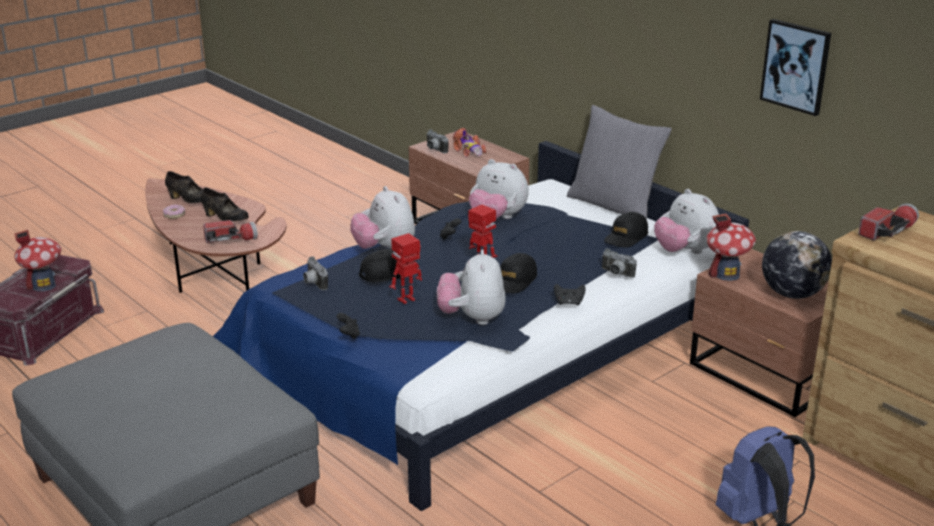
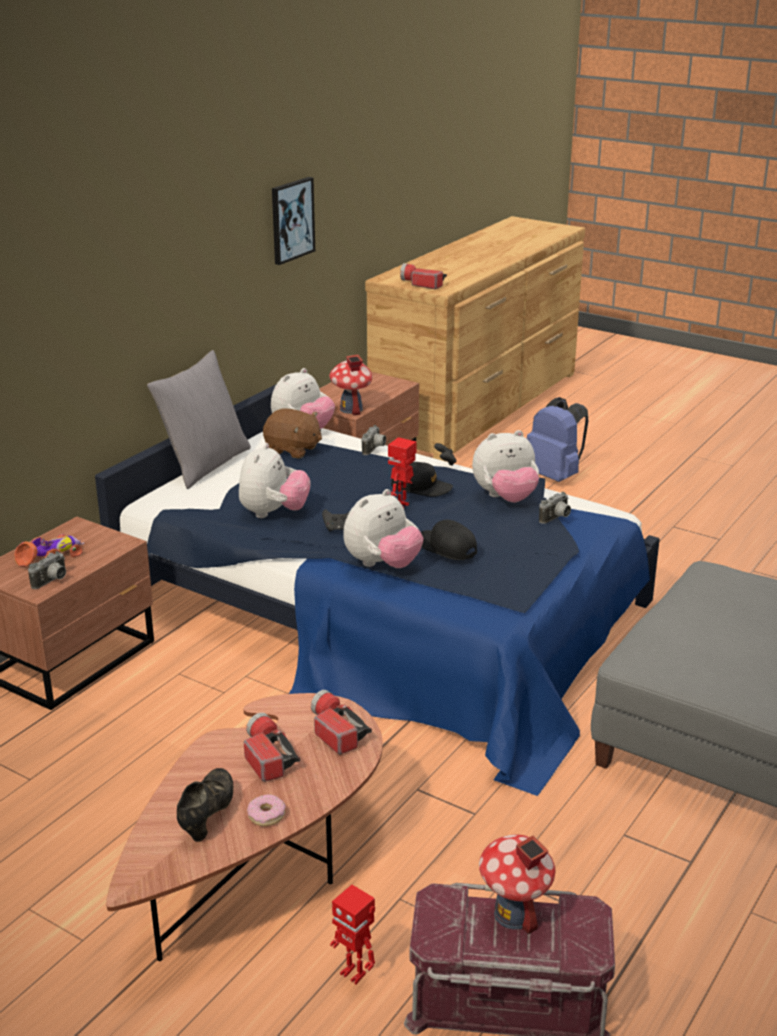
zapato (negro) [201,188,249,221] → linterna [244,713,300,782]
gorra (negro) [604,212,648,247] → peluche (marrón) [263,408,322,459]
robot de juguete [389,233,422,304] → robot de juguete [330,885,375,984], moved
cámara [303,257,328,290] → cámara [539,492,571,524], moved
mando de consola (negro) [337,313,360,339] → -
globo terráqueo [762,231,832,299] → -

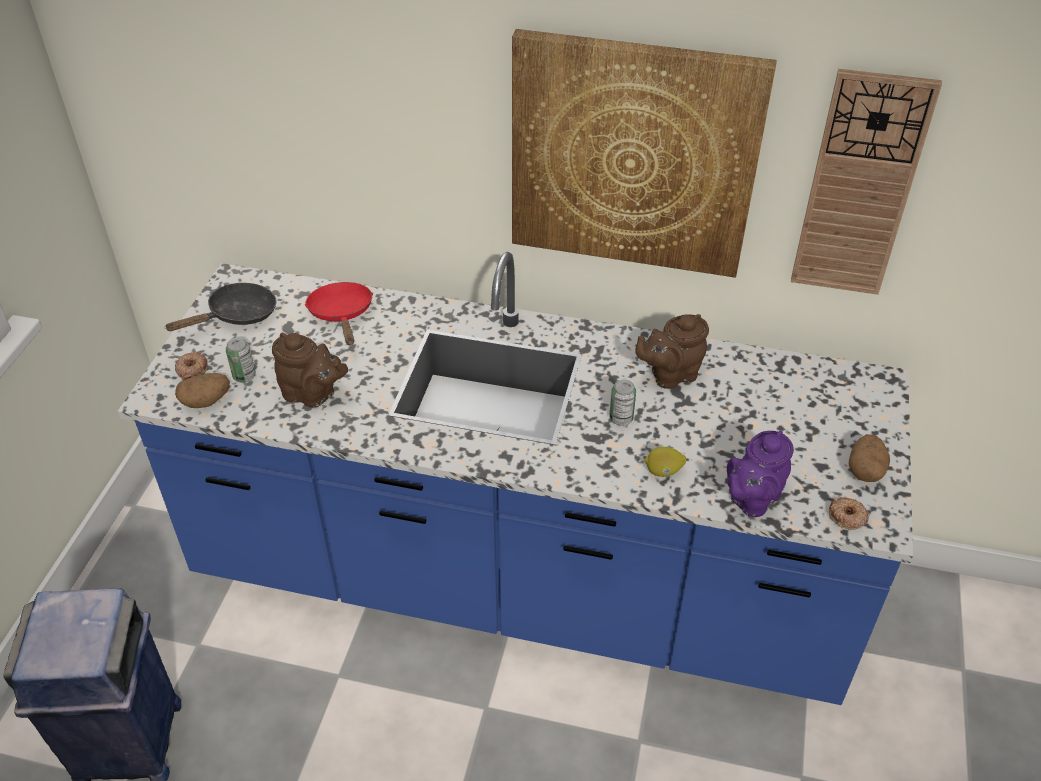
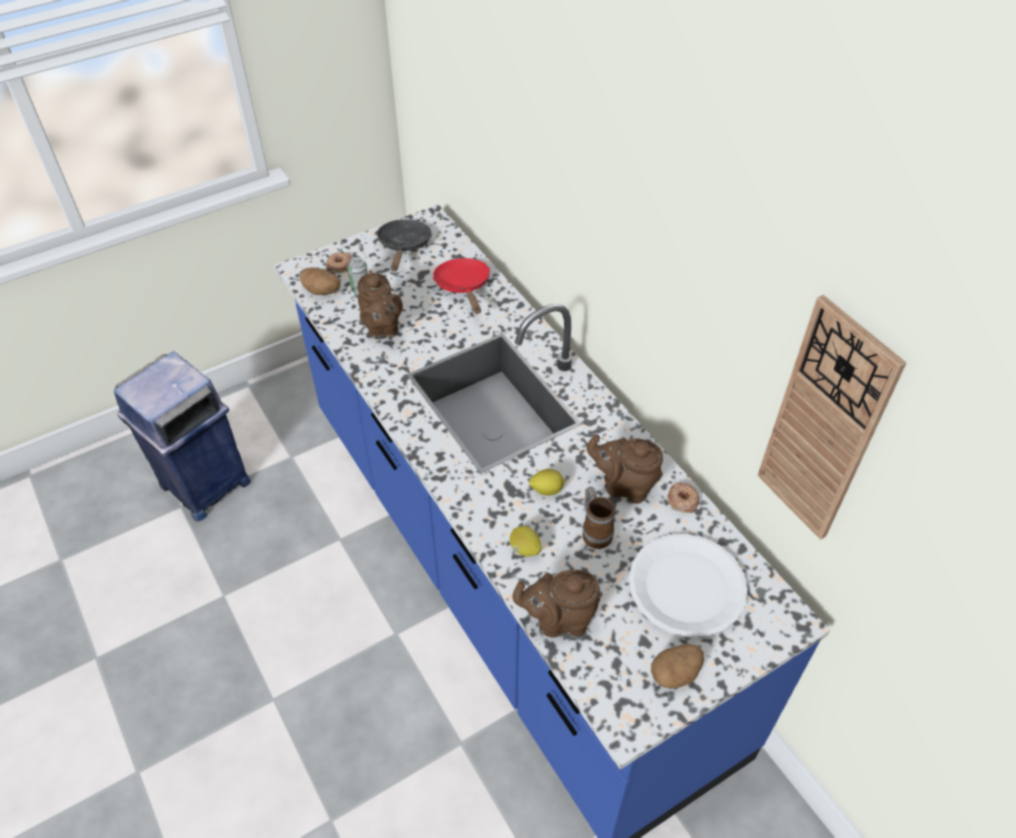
sartén (negro) [164,283,277,331] → sartén (negro) [376,219,432,271], 90 degrees counterclockwise
sartén (rojo) [305,282,373,345] → sartén (rojo) [433,258,490,314], 45 degrees counterclockwise
tetera (morado) [727,430,794,517] → tetera (marrón) [512,570,600,638]
lata [609,379,636,426] → limón [529,469,566,495]
- → taza grande [583,486,615,549]
- → plato (blanco) [629,534,748,637]
rosquilla [829,497,869,530] → rosquilla [667,482,700,513], moved
cuadro [512,29,777,278] → -

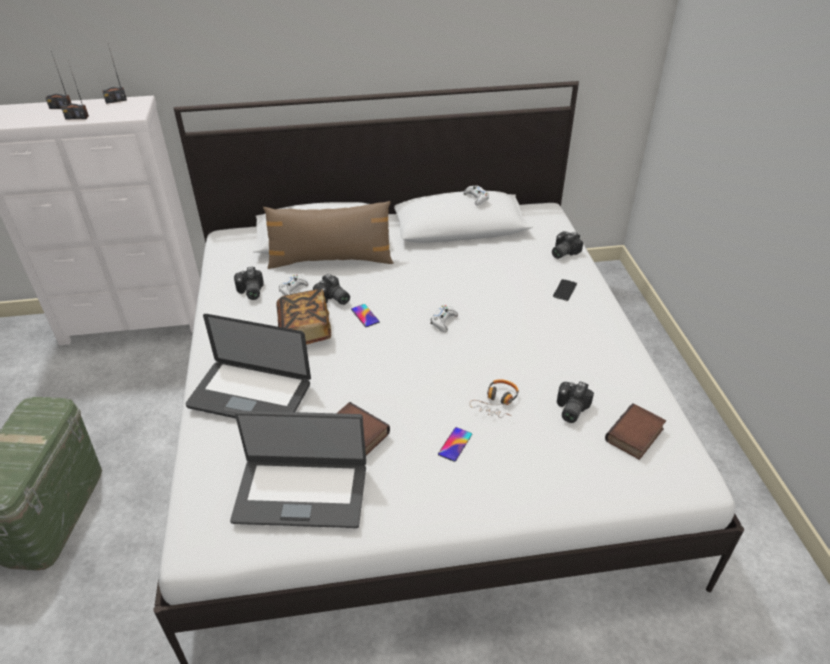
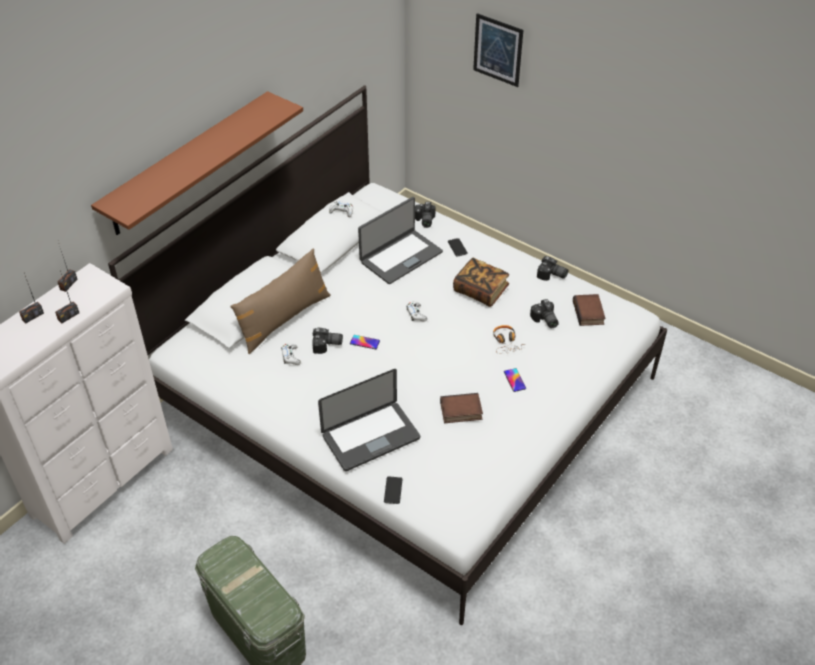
- → estante (marrón) [91,91,303,235]
portátil [230,411,366,528] → portátil [358,197,443,284], moved
- → móvil [384,477,402,504]
libro [276,289,331,345] → libro [453,258,509,307], moved
- → cuadro [473,13,523,87]
cámara [234,267,264,300] → cámara [537,256,568,281], moved

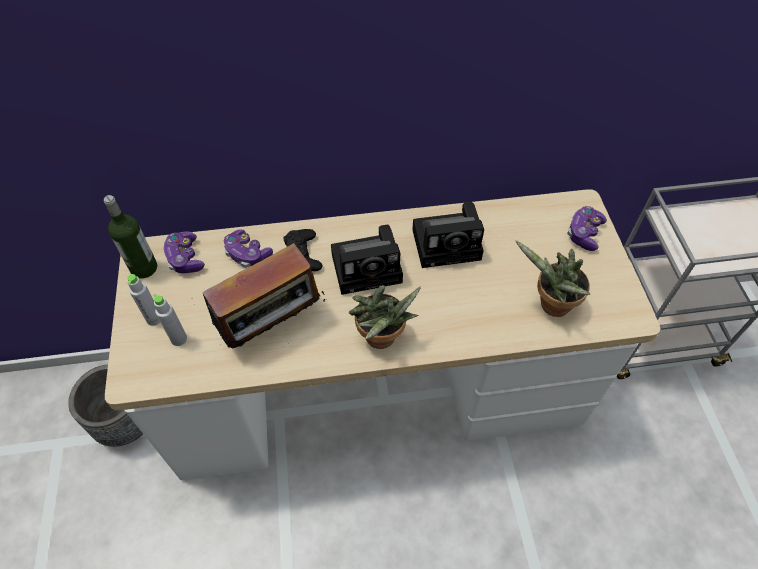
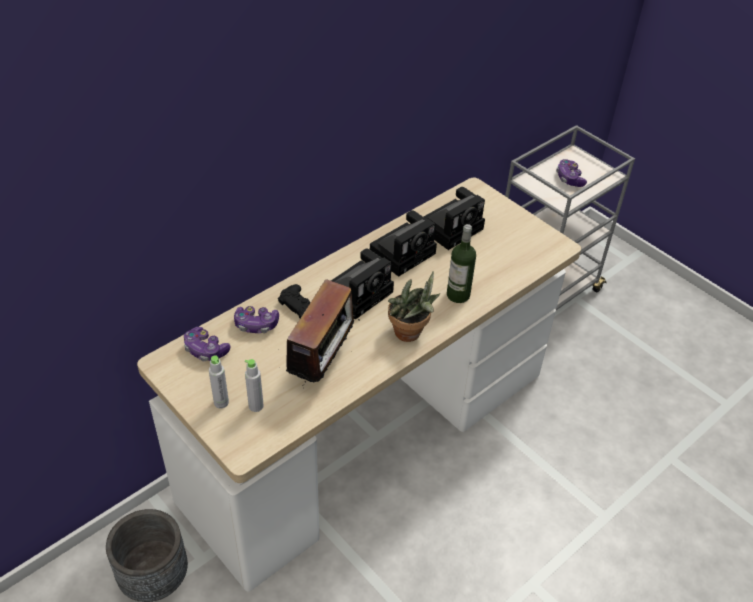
- → cámara [424,187,485,250]
botella [104,195,157,279] → botella [447,224,476,303], moved
mando de consola [567,206,607,251] → mando de consola [556,159,587,187], moved
planta en maceta [515,240,590,317] → -

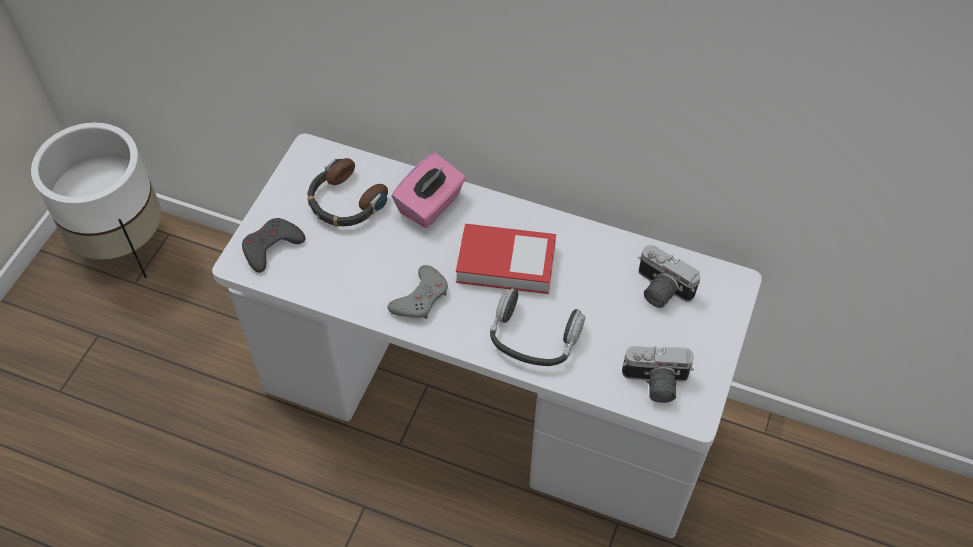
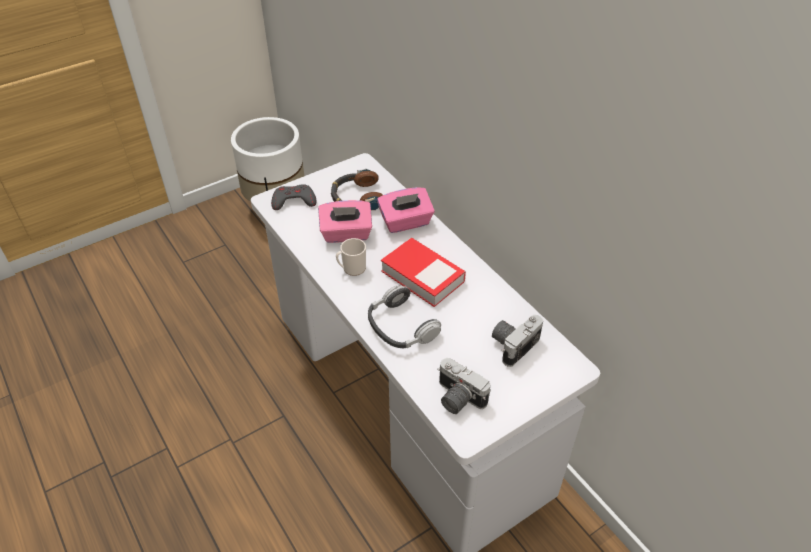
- → caja de pañuelos (rosa) [318,200,372,243]
mando de consola (gris) [388,265,448,319] → taza grande [336,238,366,276]
cámara [638,245,700,308] → cámara [492,315,543,367], 60 degrees clockwise

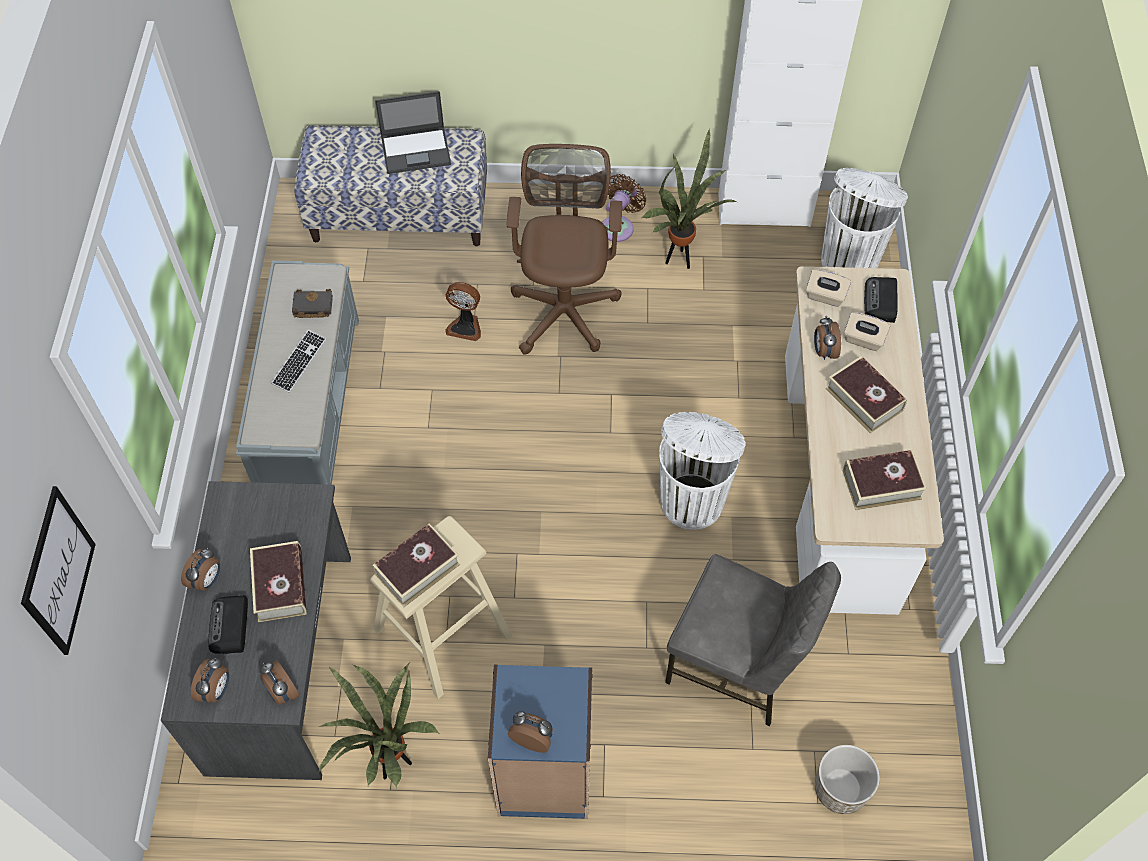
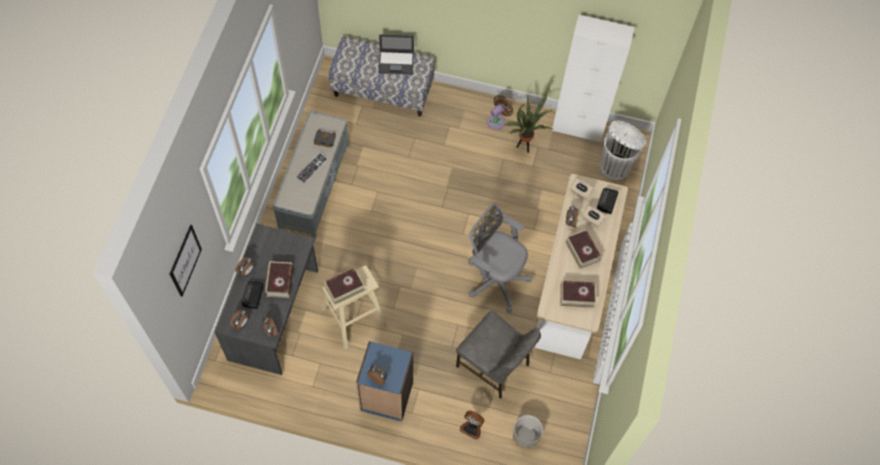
ventilador [445,282,481,341] → ventilador [460,411,484,440], moved
papelera (blanco) [659,412,745,530] → silla de oficina (gris) [468,203,532,313]
planta en maceta [319,663,439,789] → -
silla de oficina (marrón) [506,144,622,355] → -

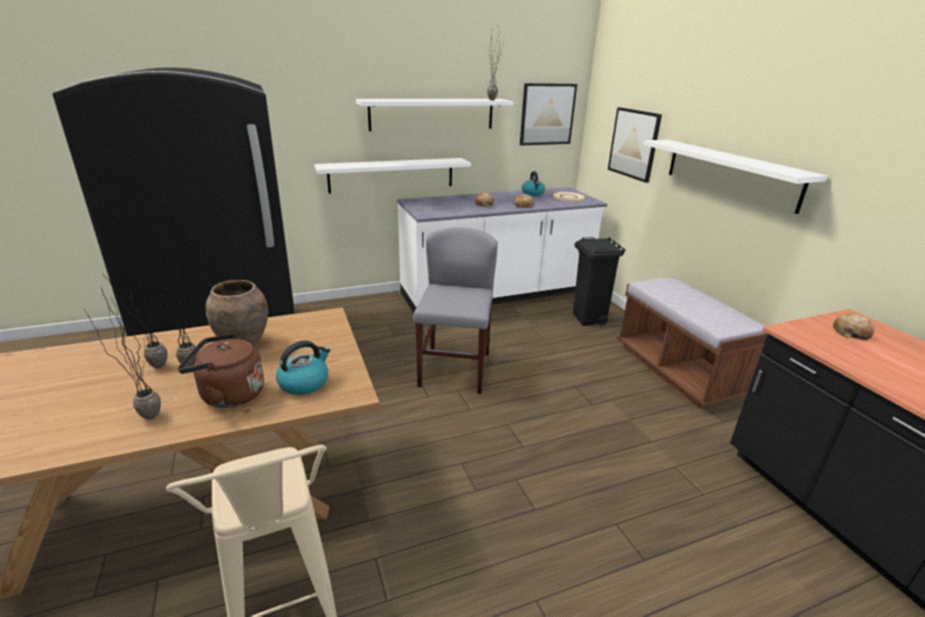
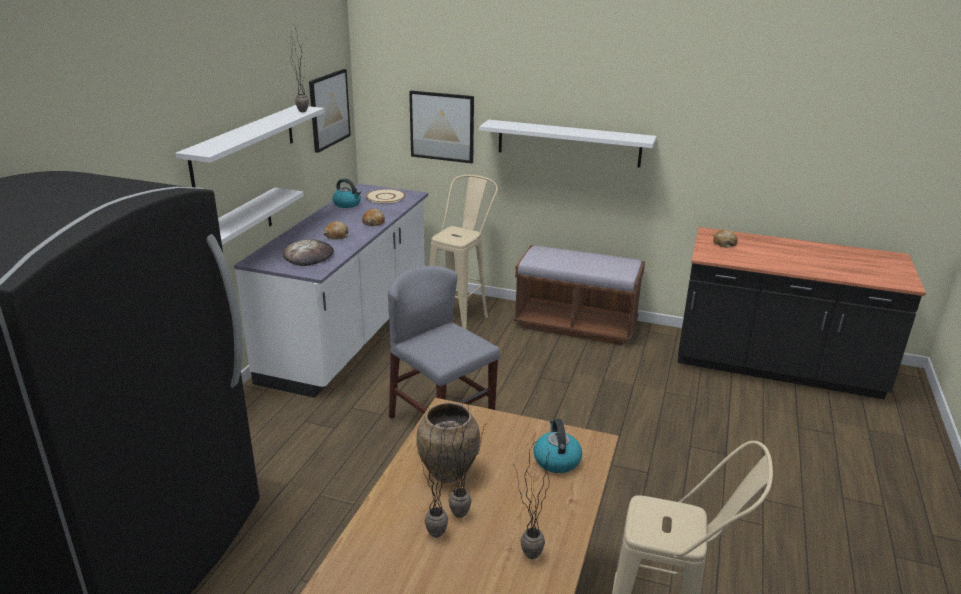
- → pan [282,239,334,266]
papelera (negro) [573,237,625,326] → taburete (beis) [429,175,498,330]
hervidor (marrón) [178,333,264,408] → -

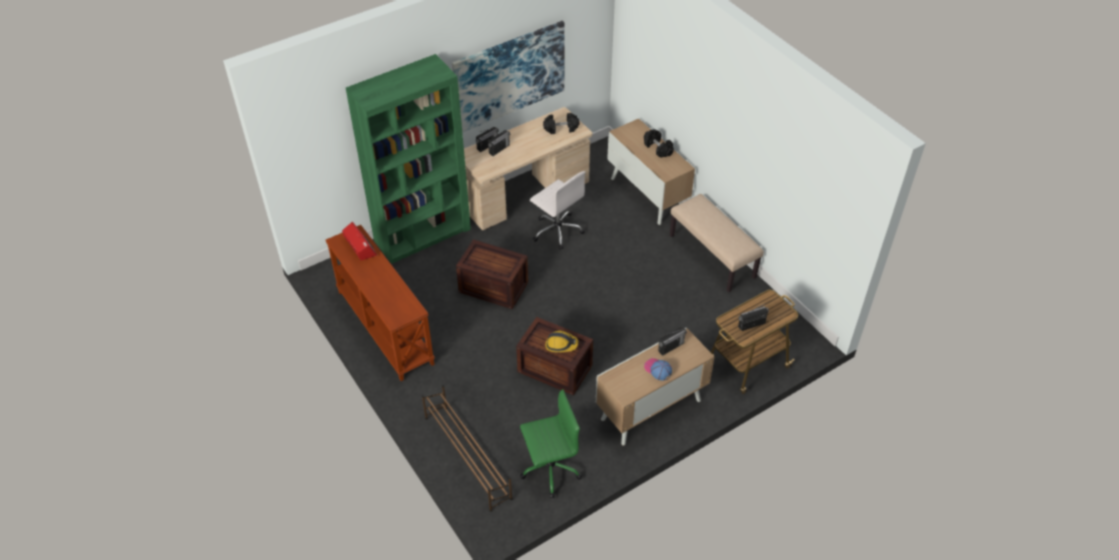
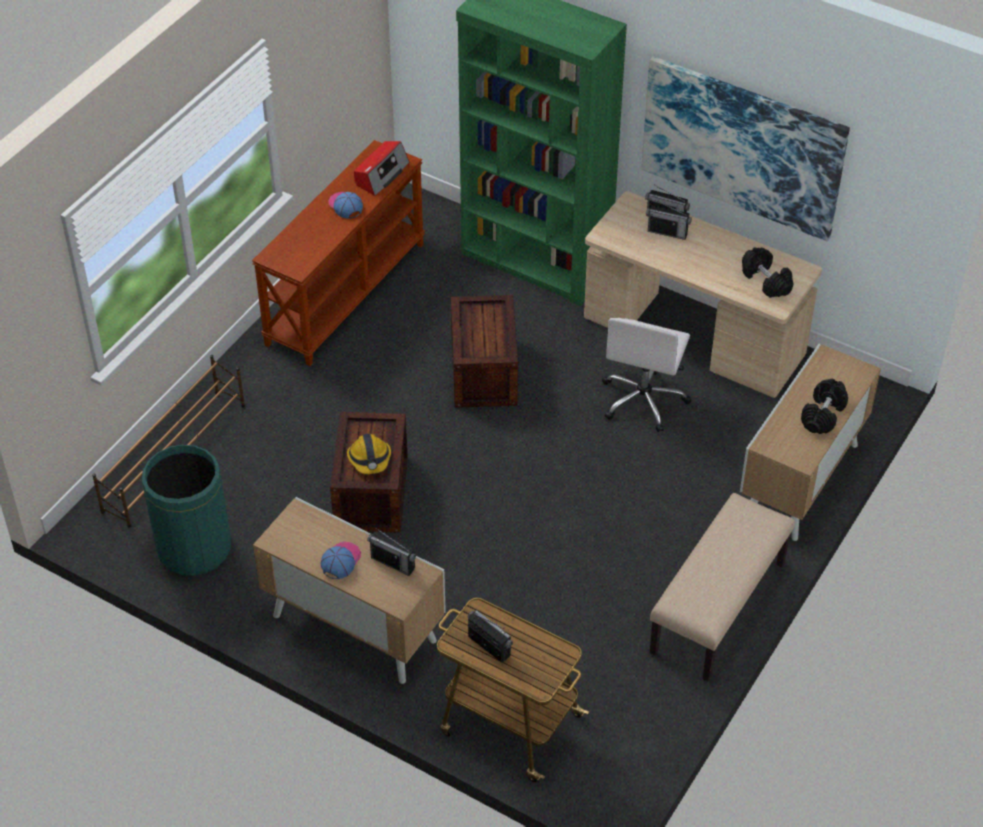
silla de oficina (verde) [520,389,582,498] → papelera (verde) [142,445,231,576]
- → gorra [329,192,363,219]

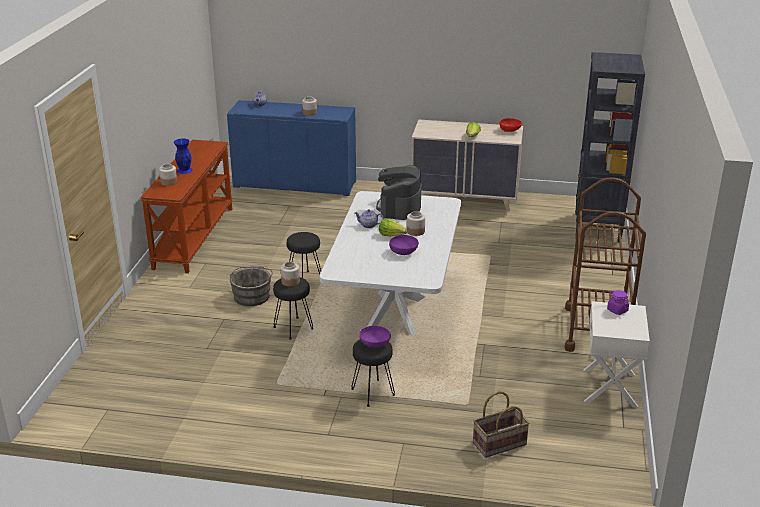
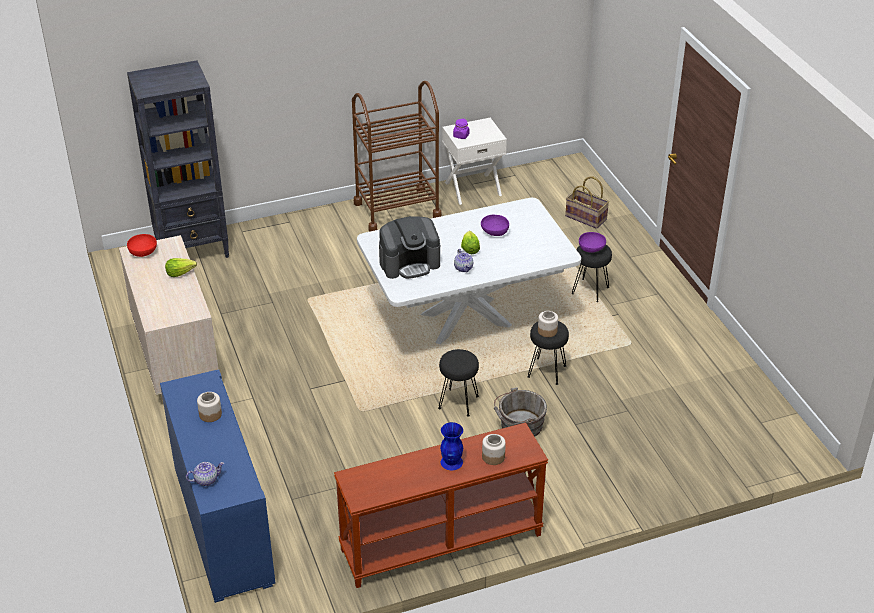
tarro [407,211,425,236] → -

